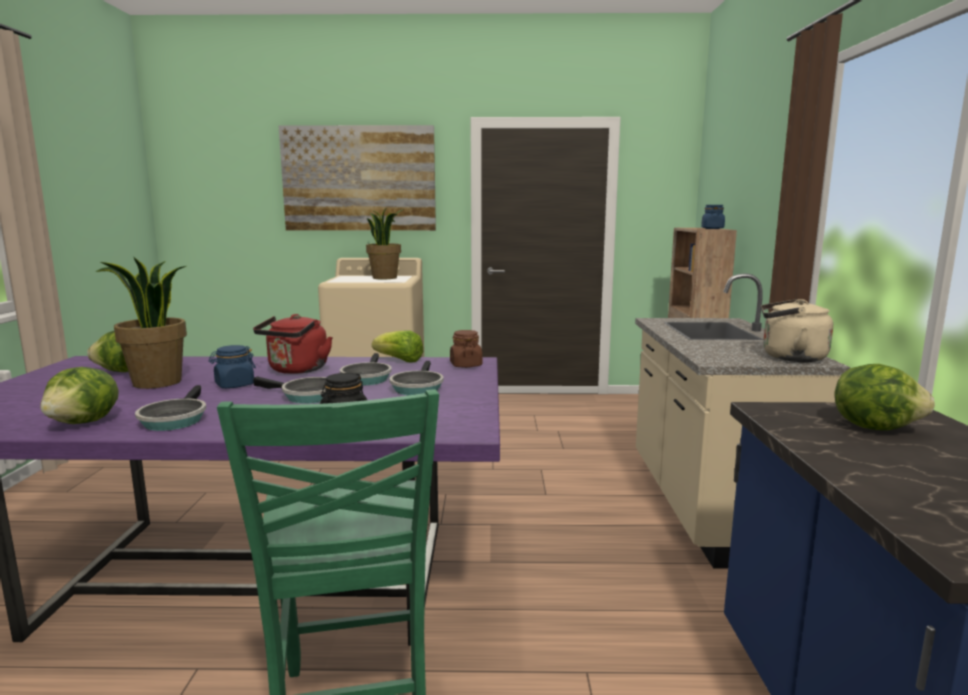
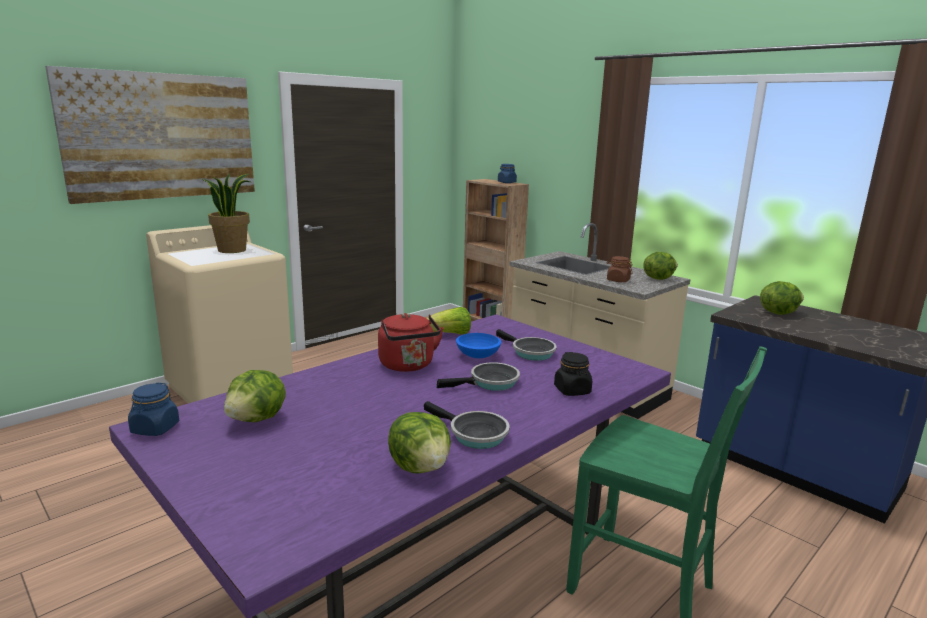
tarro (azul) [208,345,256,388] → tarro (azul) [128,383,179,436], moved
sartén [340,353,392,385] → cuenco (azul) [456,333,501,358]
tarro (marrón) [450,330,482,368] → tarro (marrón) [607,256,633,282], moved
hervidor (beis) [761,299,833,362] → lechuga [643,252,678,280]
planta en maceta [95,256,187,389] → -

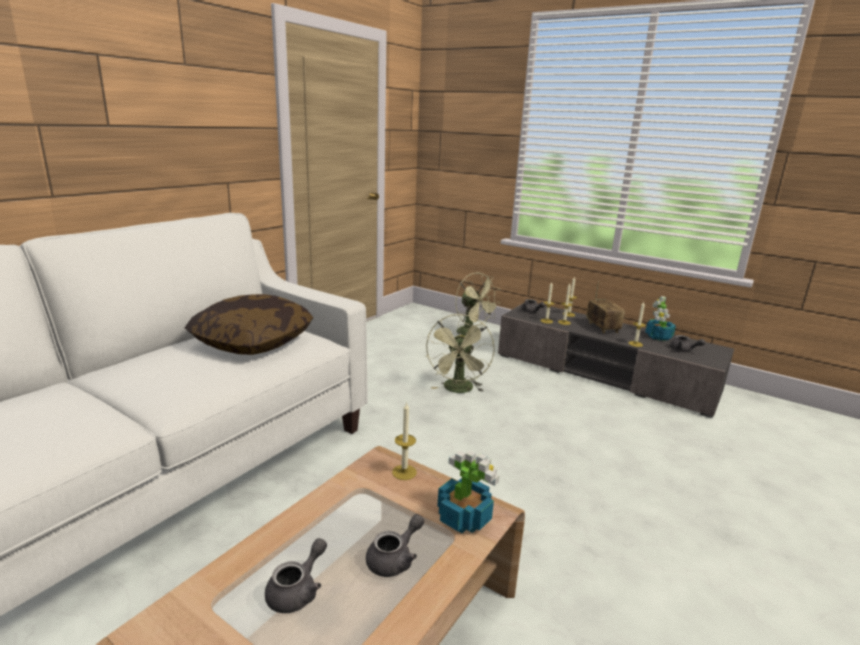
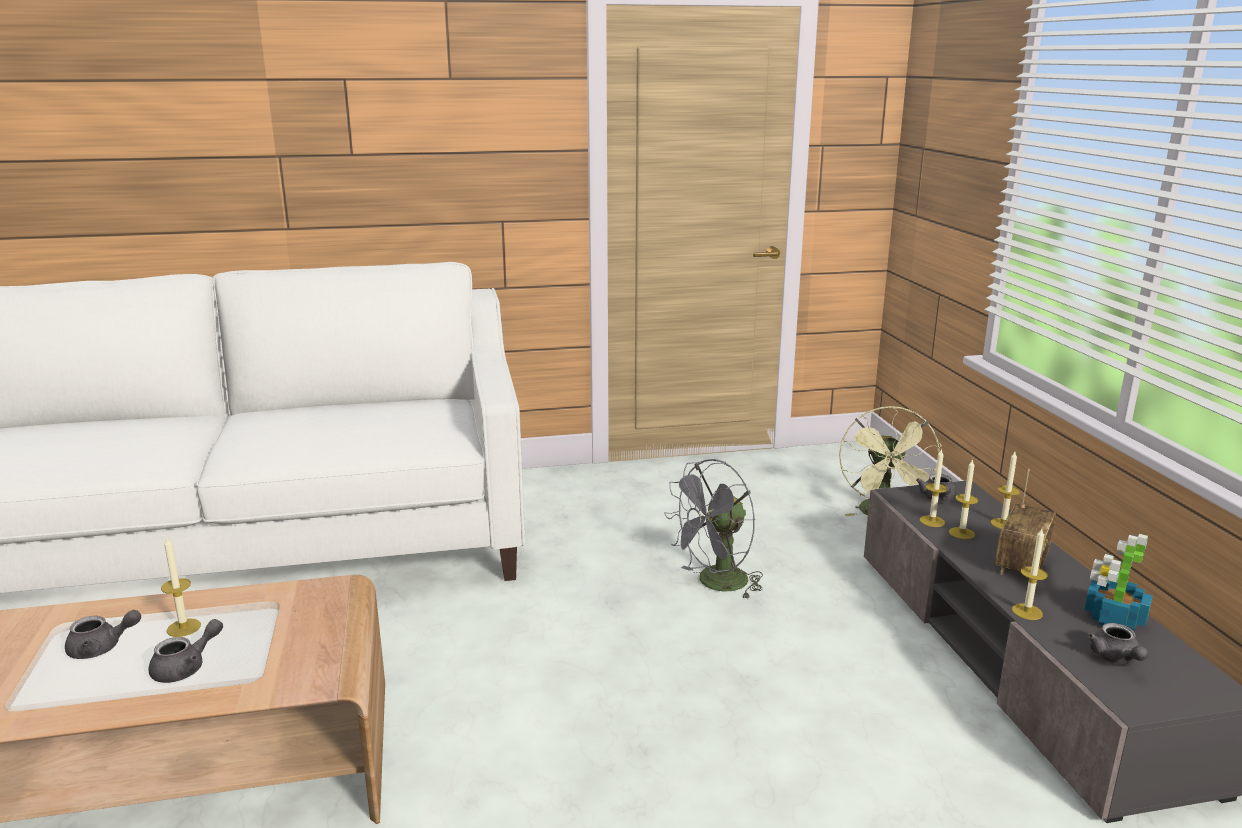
tetera (gris) [366,514,424,577] → tetera (gris) [149,619,223,683], 45 degrees counterclockwise
vela [392,402,417,480] → vela [161,536,201,637], moved
ventilador (verde) [425,314,495,393] → ventilador (gris) [664,459,763,599]
cojín [185,294,313,355] → -
planta en maceta [438,451,499,533] → -

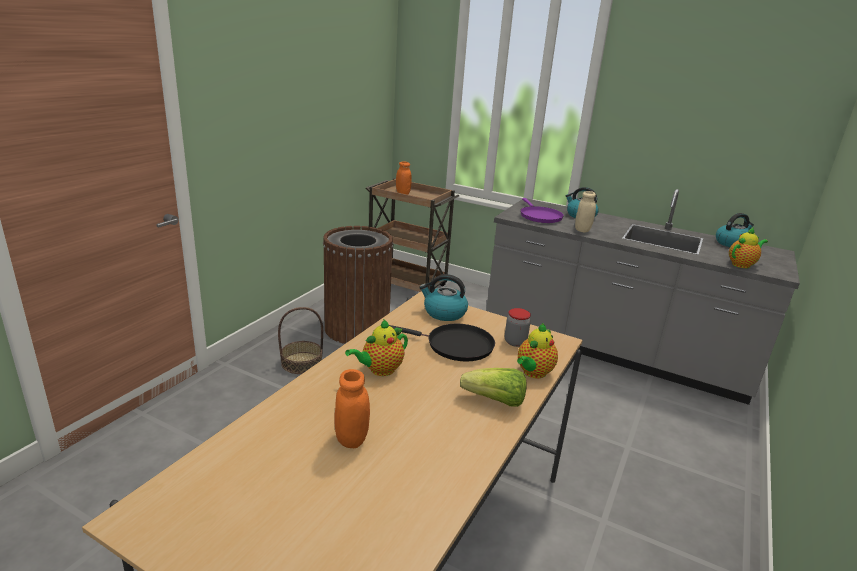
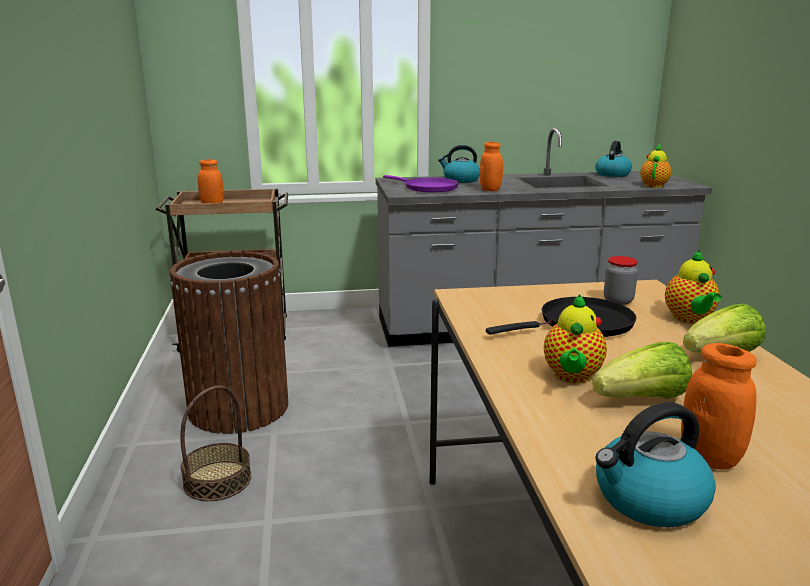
tarro (beis) [575,191,596,233] → tarro (naranja) [480,142,503,191]
- → lechuga [592,342,692,399]
hervidor [419,274,468,321] → hervidor [596,402,716,527], moved

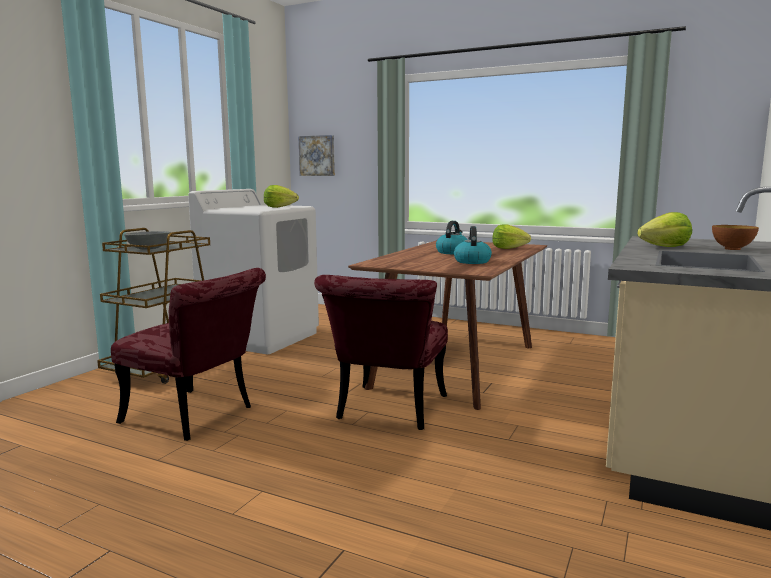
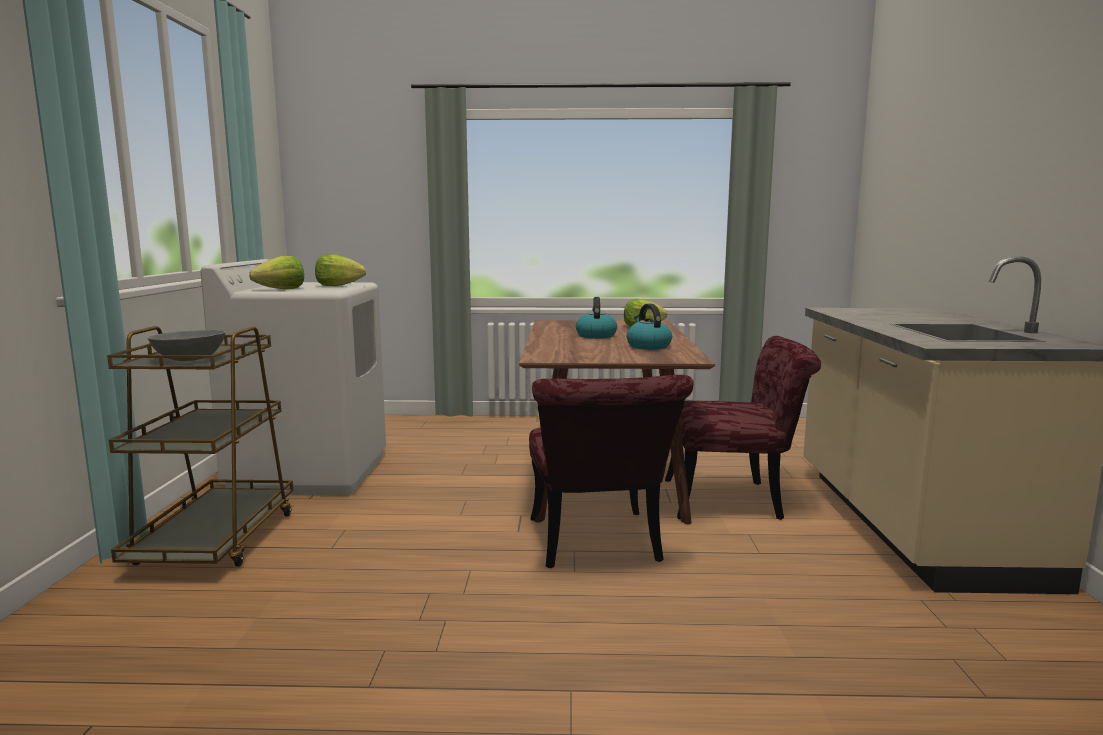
lechuga [637,212,692,247] → lechuga [249,256,304,289], moved
silla (rojo) [111,268,266,441] → silla (rojo) [665,336,821,520], moved
cuadro [298,135,335,176] → -
cuenco [712,225,759,250] → -

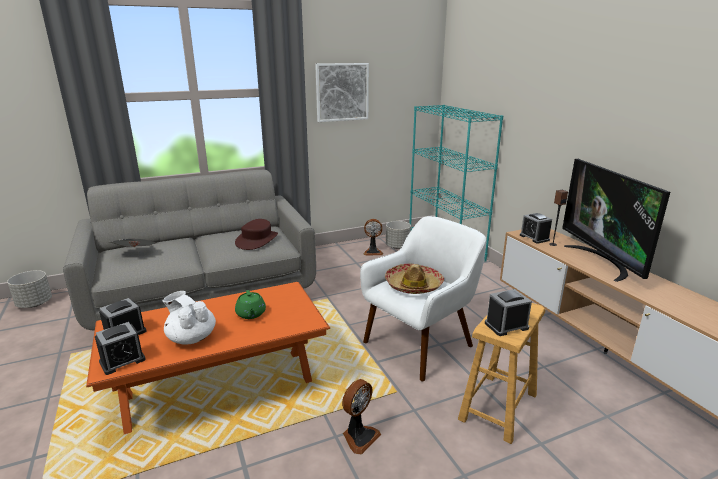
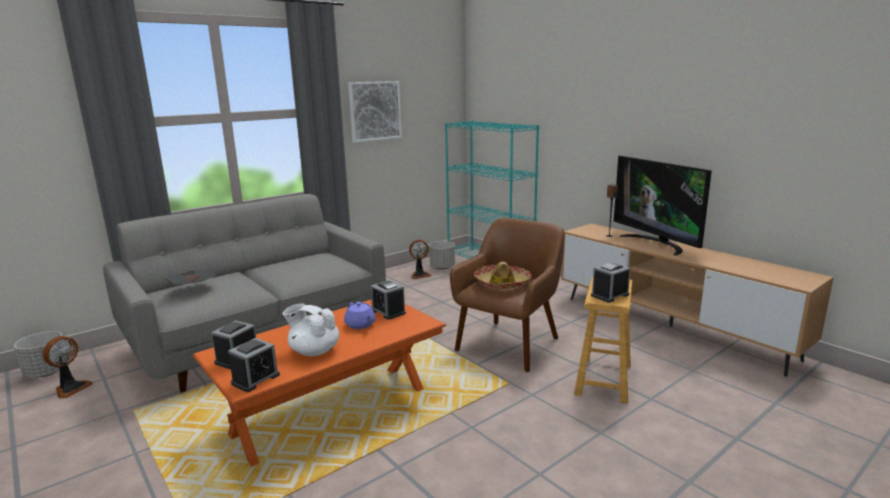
ventilador [342,379,381,454] → ventilador [43,336,93,399], moved
tetera (verde) [235,290,266,319] → tetera (morado) [344,302,376,329]
despertador [520,213,552,244] → despertador [371,280,406,320], moved
sillón (blanco) [360,216,486,382] → sillón (marrón) [450,218,564,372]
sombrero (marrón) [235,219,278,250] → -

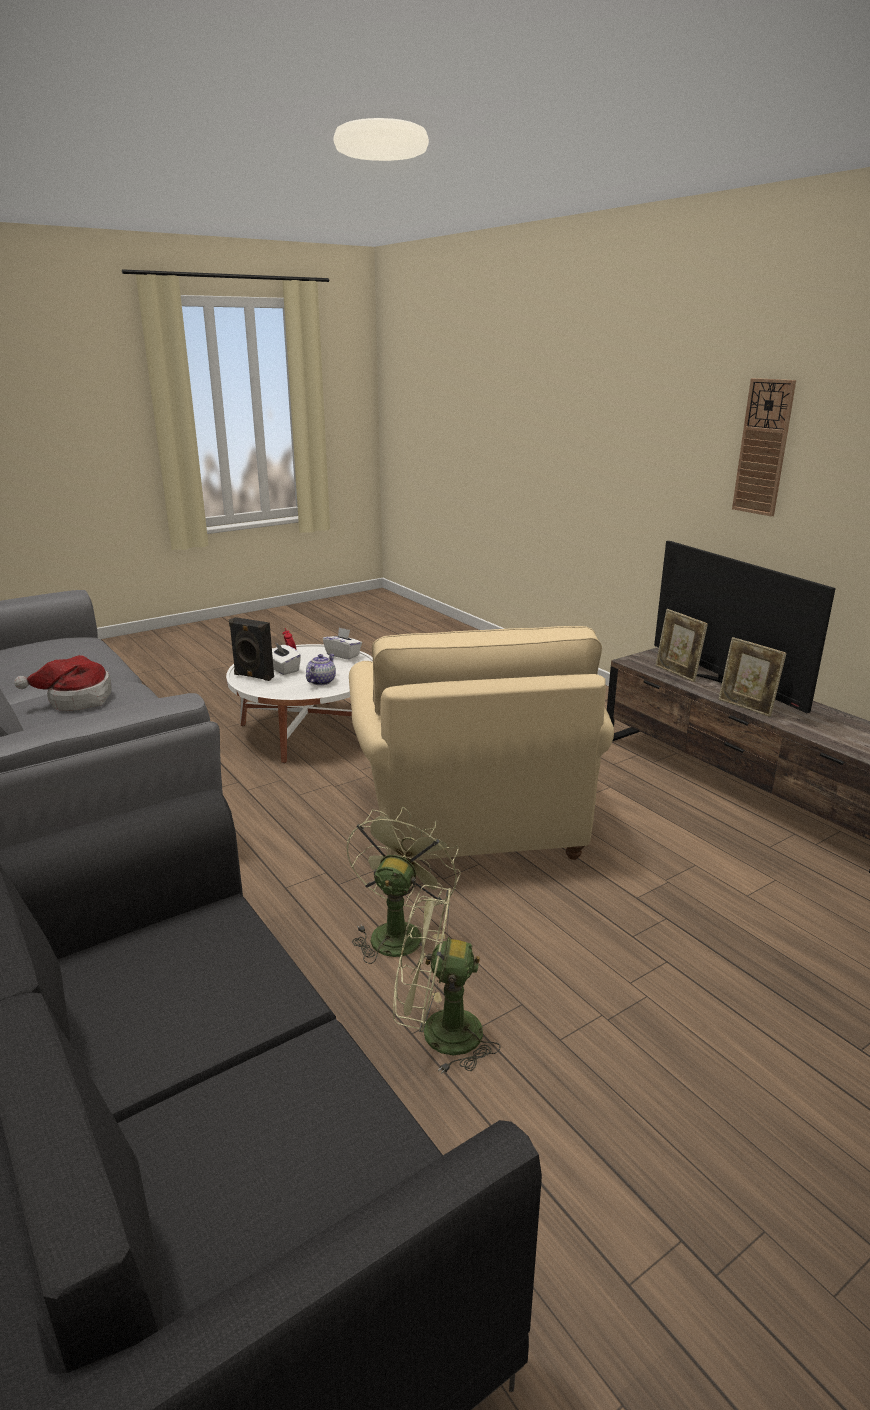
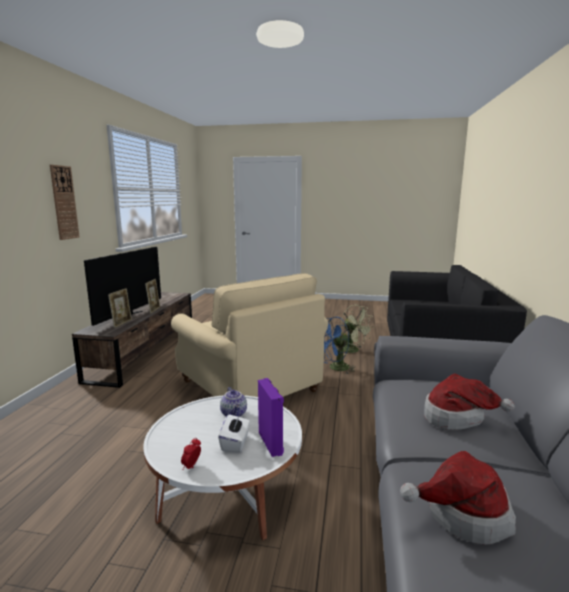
sillón (beis) [349,626,614,860] → sillón (beis) [171,273,328,397], 105 degrees clockwise
tetera [306,654,336,685] → tetera [220,387,247,417], 90 degrees counterclockwise
altavoz (negro) [229,617,274,681] → altavoz (morado) [258,378,284,457]
ventilador (verde) [346,807,460,964] → ventilador (azul) [324,317,355,374]
- → sombrero [400,451,516,544]
caja de pañuelos (blanco) [323,627,362,660] → -

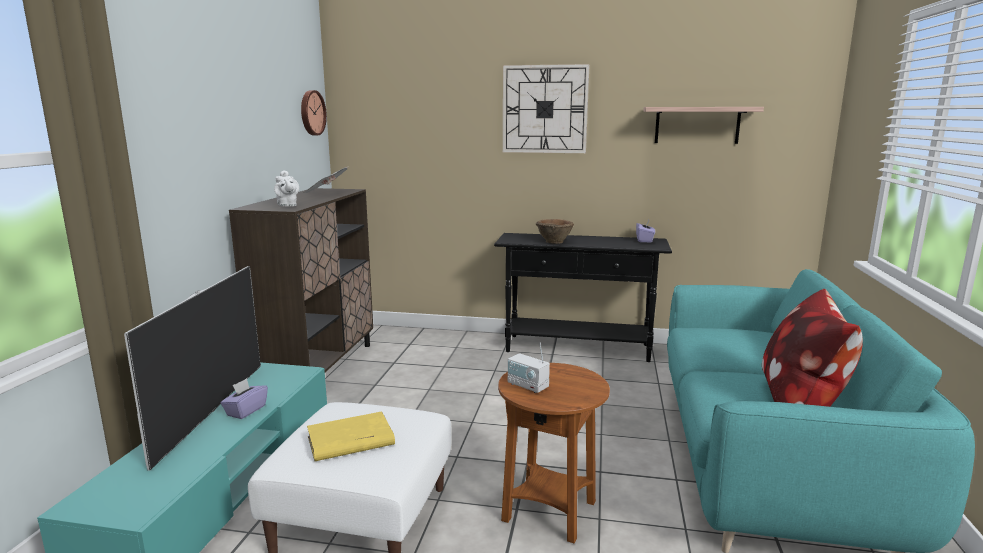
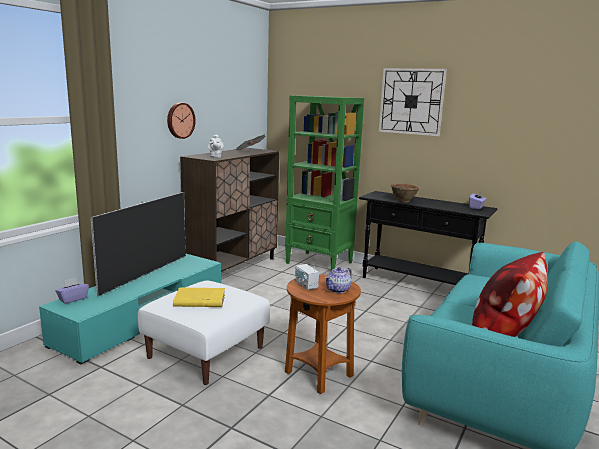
caja de pañuelos (morado) [221,378,268,419] → caja de pañuelos (morado) [55,278,89,304], moved
reloj de pared [301,90,327,135] → reloj de pared [167,103,196,139], moved
- → estantería (verde) [285,96,364,271]
- → tetera [325,267,352,293]
estante [643,107,764,144] → -

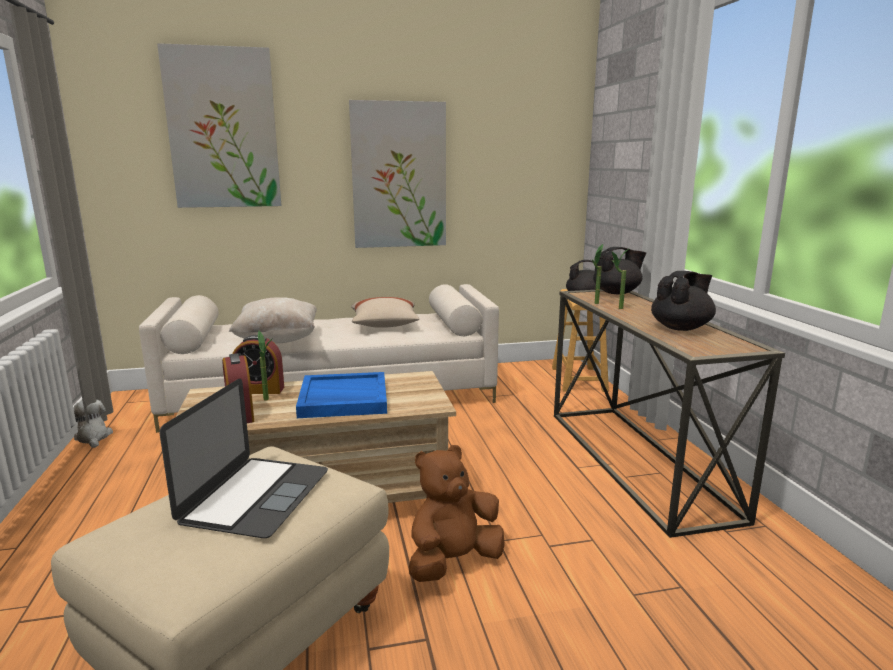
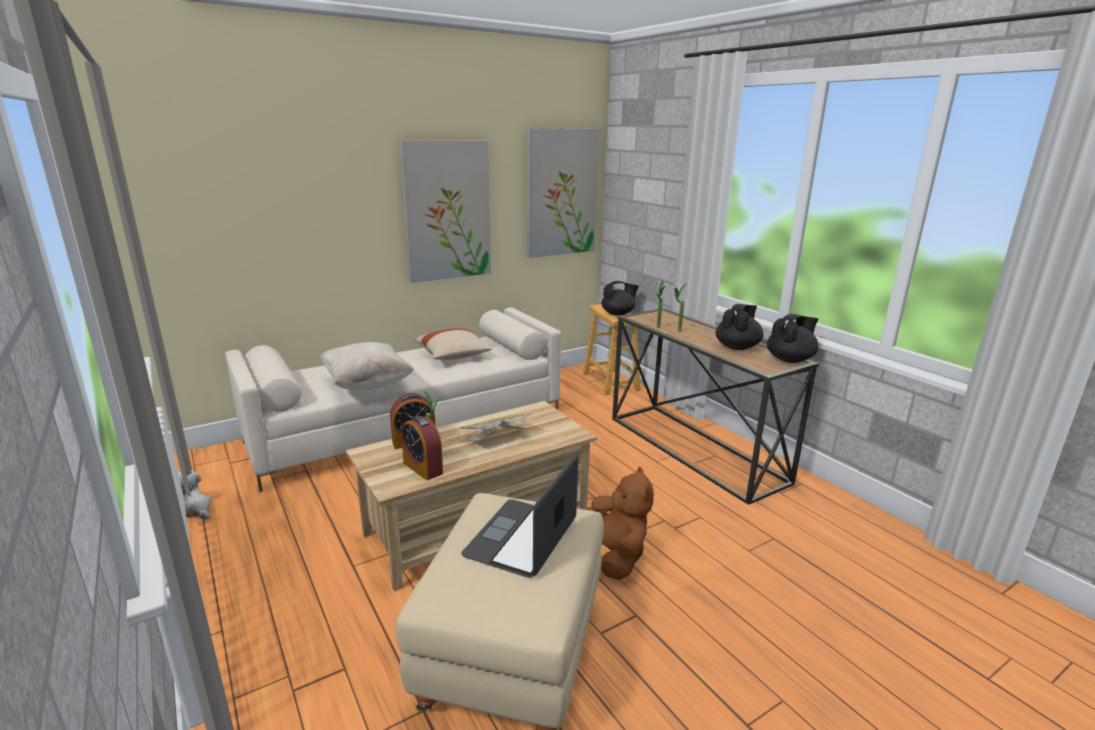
bandeja (azul) [296,372,387,418] → libro [459,413,533,440]
portátil [160,379,328,538] → portátil [461,453,578,578], 150 degrees counterclockwise
cuadro [157,43,281,208] → cuadro [527,128,600,258], moved
peluche (marrón) [409,445,505,582] → peluche (marrón) [584,467,654,580], 135 degrees clockwise
tetera (negro) [593,247,646,294] → tetera (negro) [767,314,819,363], moved

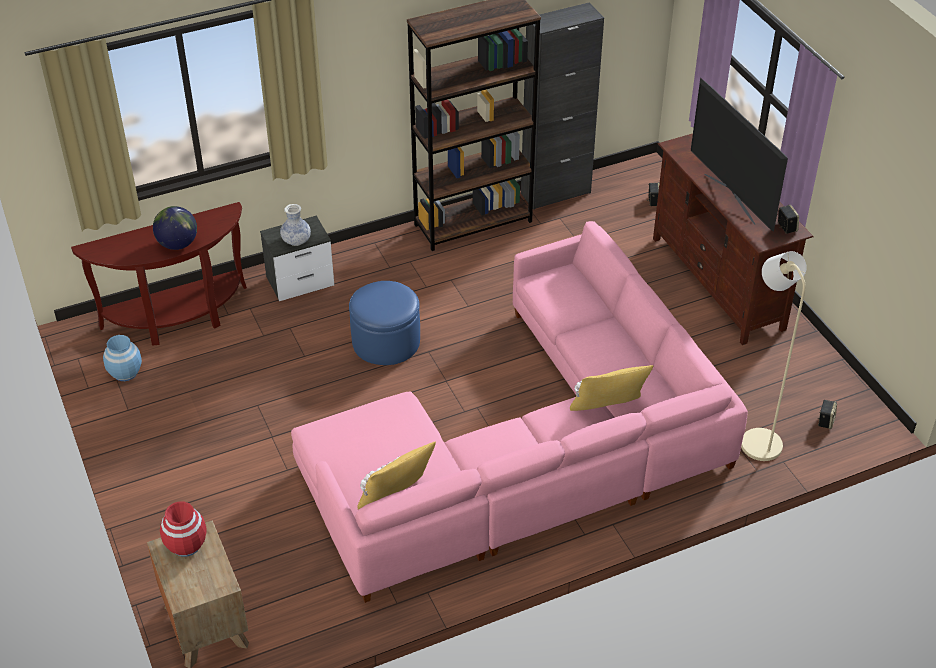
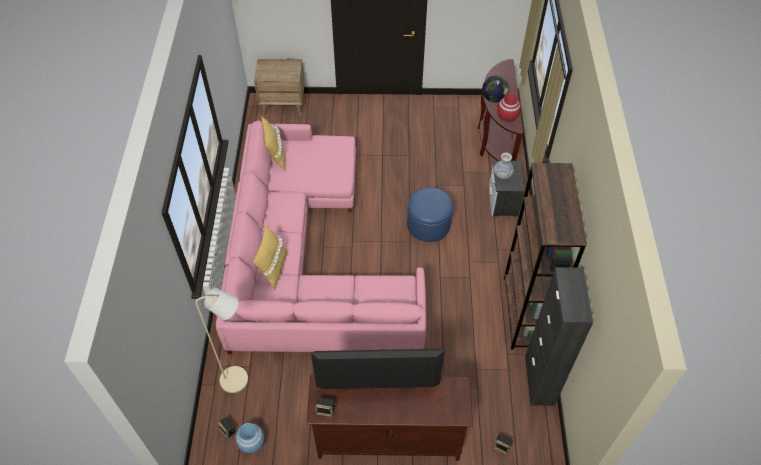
florero (azul) [103,335,142,381] → florero (azul) [235,423,264,453], moved
florero (rojo) [160,502,207,557] → florero (rojo) [497,93,521,123], moved

